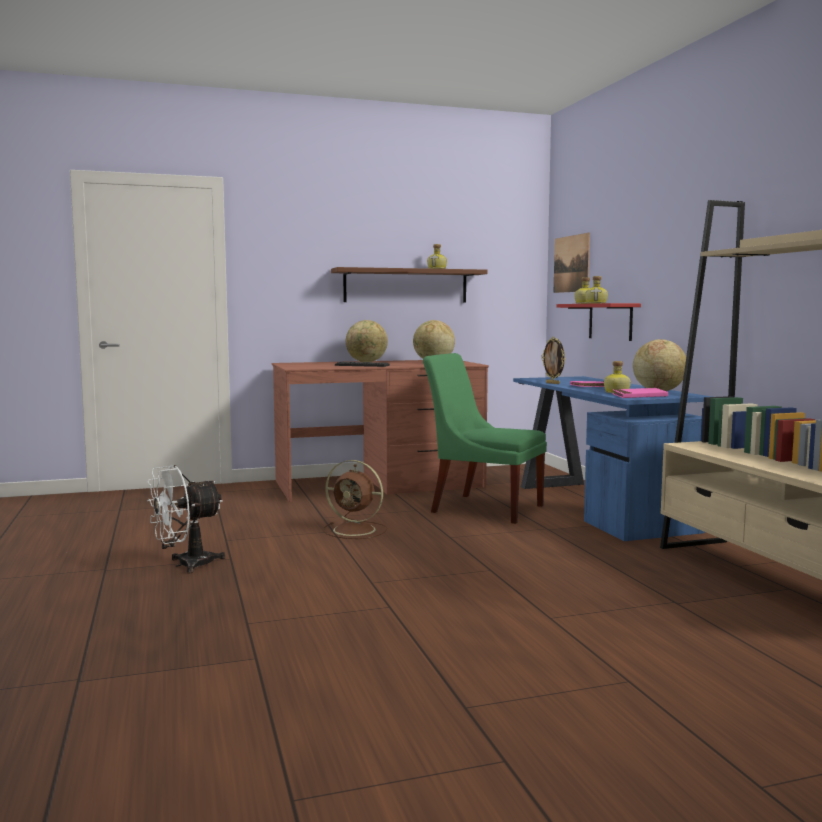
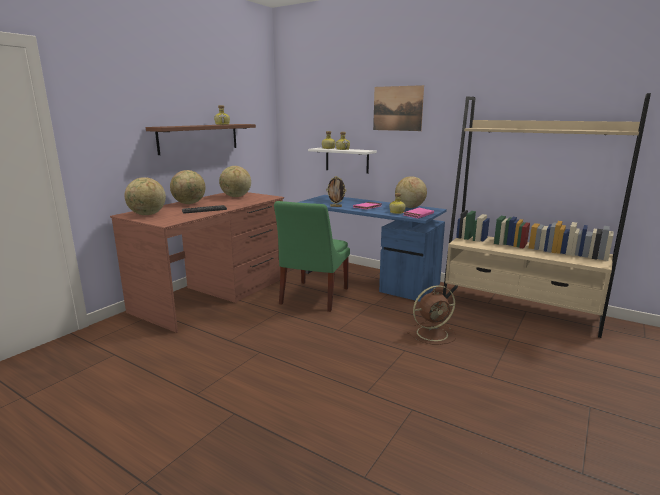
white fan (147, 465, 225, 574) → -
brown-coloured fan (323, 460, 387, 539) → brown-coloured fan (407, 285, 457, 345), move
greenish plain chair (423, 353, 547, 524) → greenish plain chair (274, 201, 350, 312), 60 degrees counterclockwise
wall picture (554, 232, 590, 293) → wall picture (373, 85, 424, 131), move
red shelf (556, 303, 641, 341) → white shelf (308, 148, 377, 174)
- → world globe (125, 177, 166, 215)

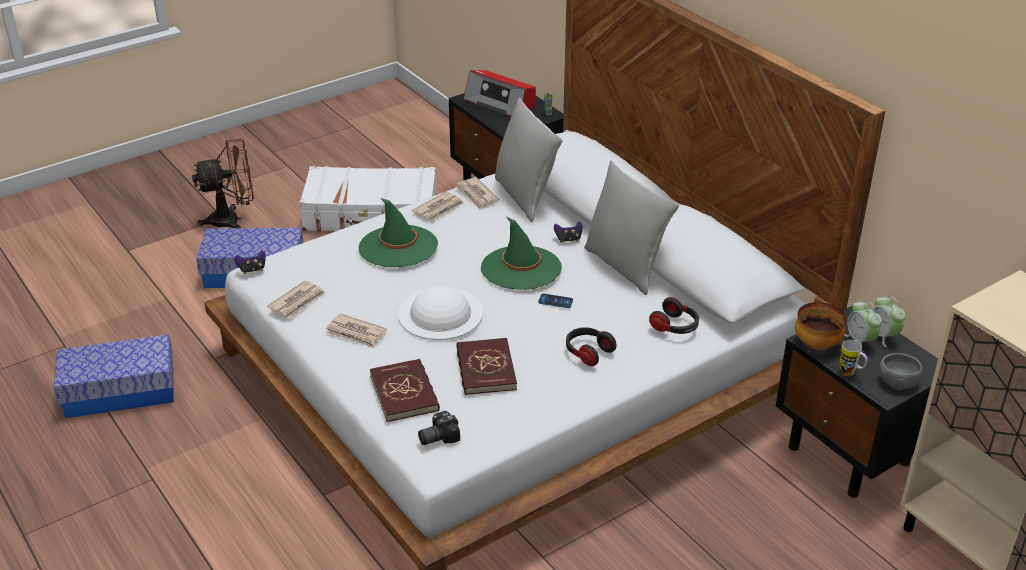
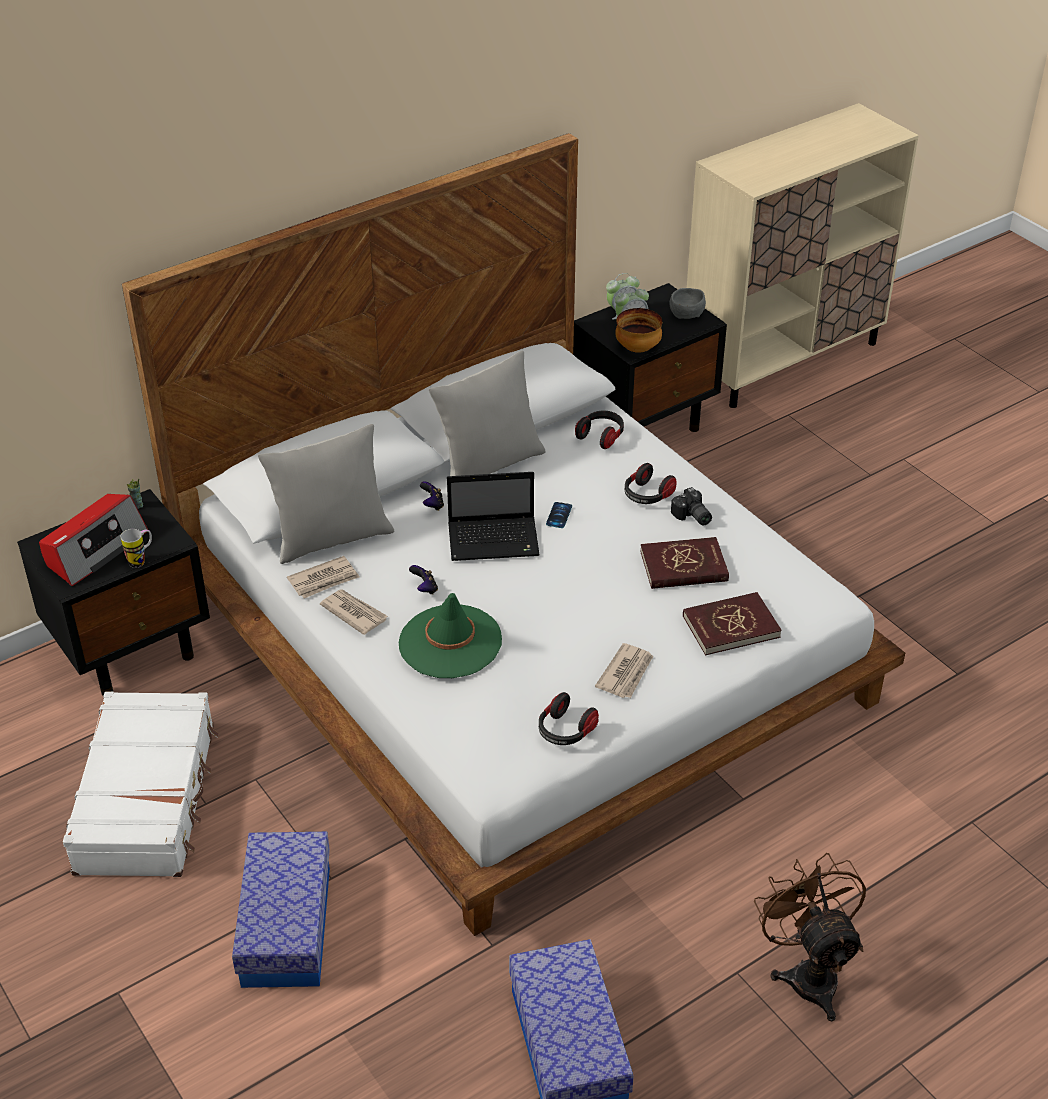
brown-coloured fan (192, 139, 254, 228) → brown-coloured fan (754, 853, 866, 1021), move
joypad (235, 250, 266, 274) → joypad (409, 565, 438, 595), move
printed paper (267, 281, 325, 318) → headset (539, 692, 599, 745)
white wearable hat (398, 285, 483, 340) → -
photo camera (418, 411, 460, 445) → photo camera (671, 487, 712, 525), move
greenish wearable hat (481, 217, 562, 290) → portable computer (447, 472, 540, 561)
coffee mug (840, 340, 868, 376) → coffee mug (121, 529, 152, 568), move

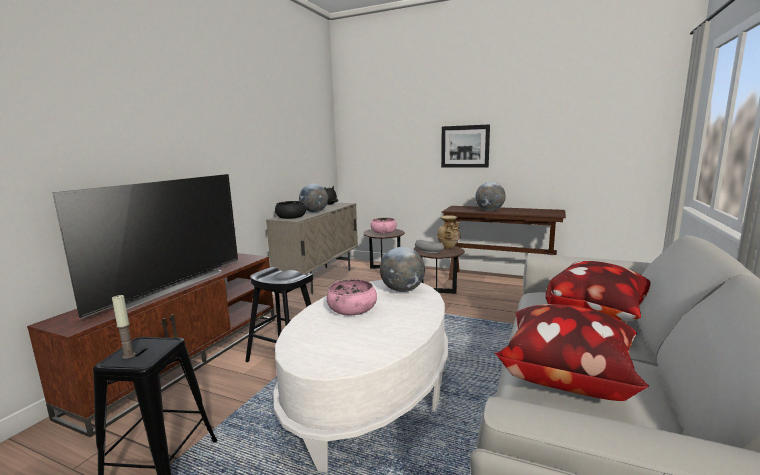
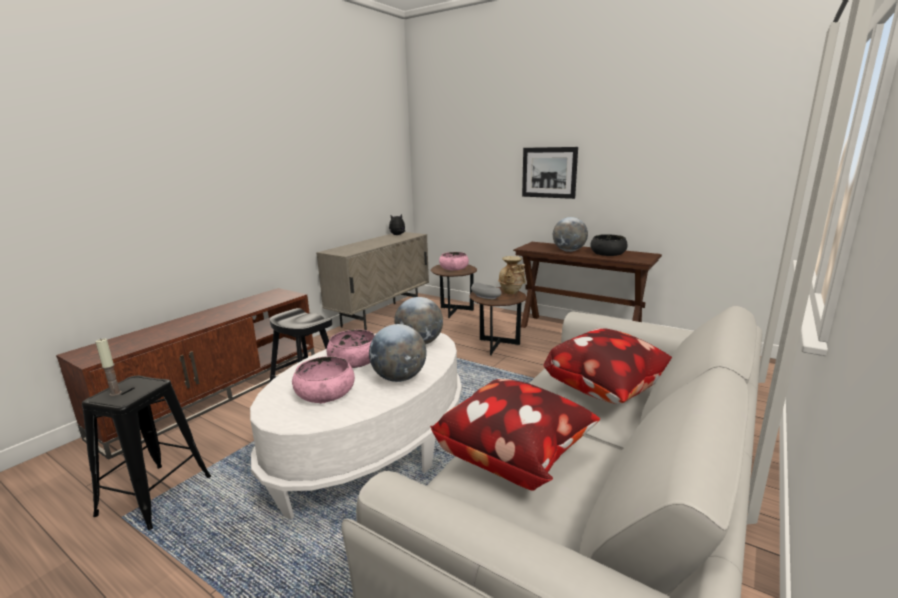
TV (53, 174, 238, 319) → -
black deep dish (275, 201, 306, 219) → black deep dish (590, 234, 628, 256), move
world globe (299, 184, 328, 213) → world globe (369, 324, 427, 382), move
- → pink deep dish (292, 356, 355, 404)

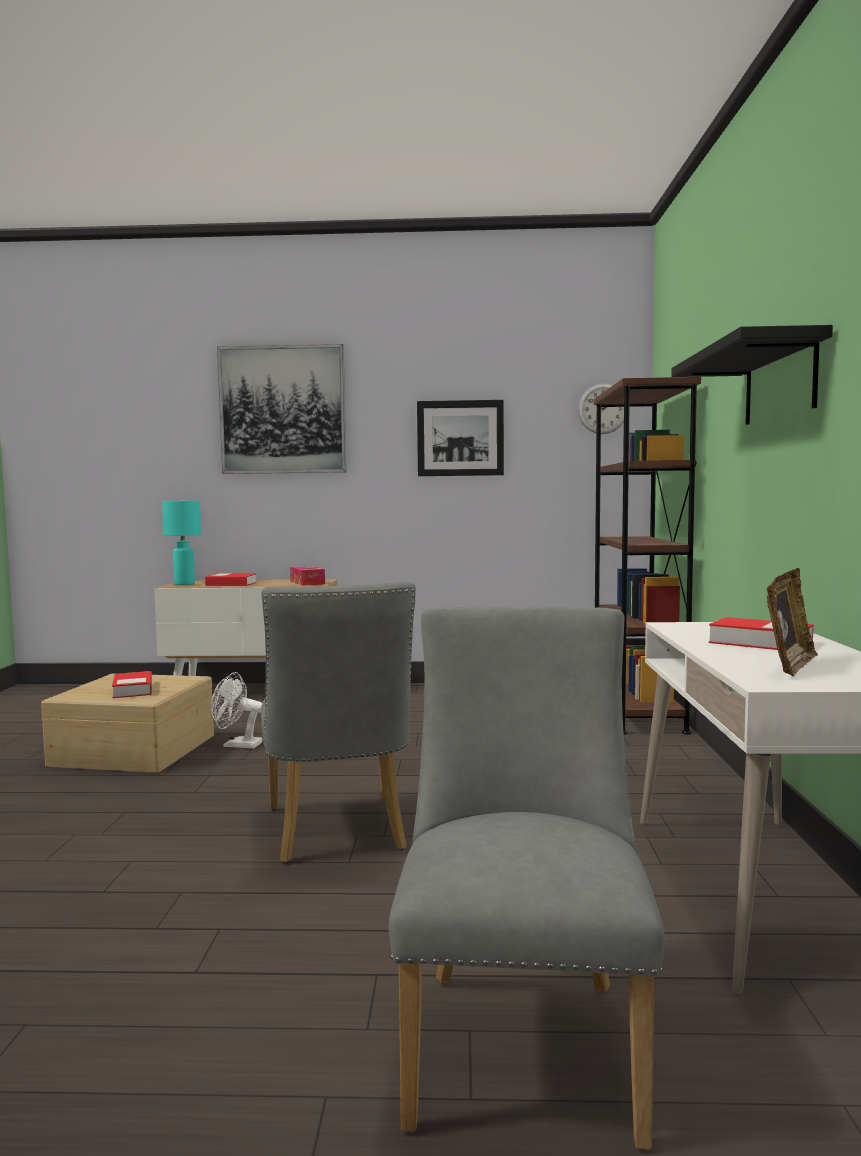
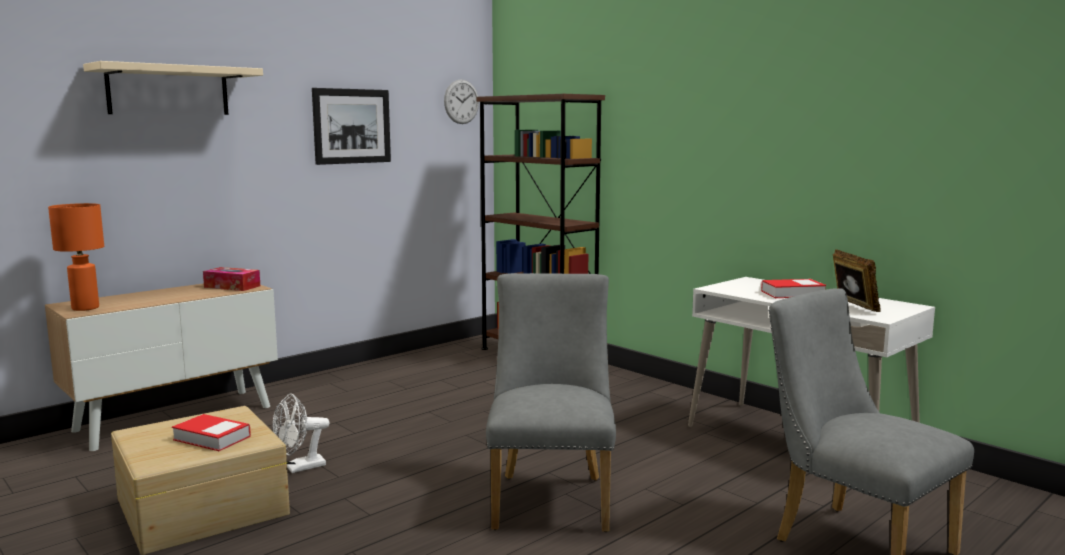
turquoise-coloured table lamp (162, 501, 201, 585) → orange-coloured table lamp (48, 203, 104, 311)
volume (205, 573, 256, 586) → -
wall picture (217, 344, 347, 474) → beige-coloured shelf (83, 61, 263, 115)
gray plain chair (261, 582, 416, 863) → gray plain chair (486, 273, 616, 532), 120 degrees counterclockwise
black shelf (671, 325, 833, 425) → -

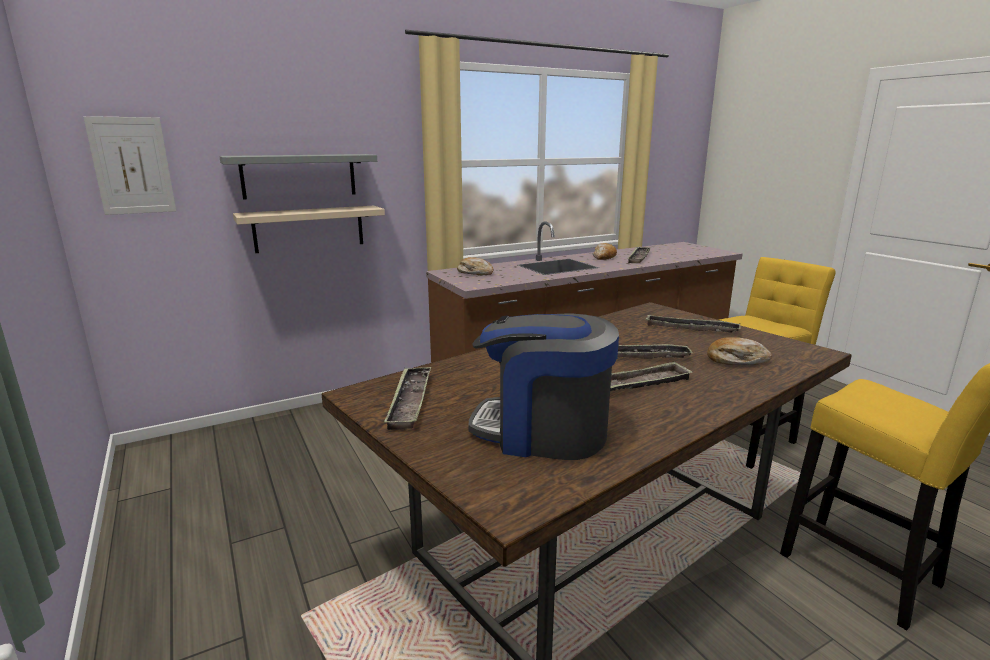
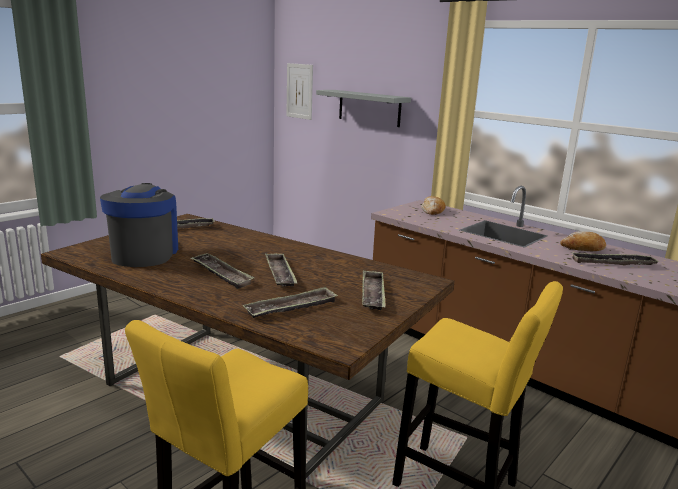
beige-coloured shelf (233, 206, 385, 253) → -
bread (707, 337, 772, 365) → serving tray (243, 286, 338, 318)

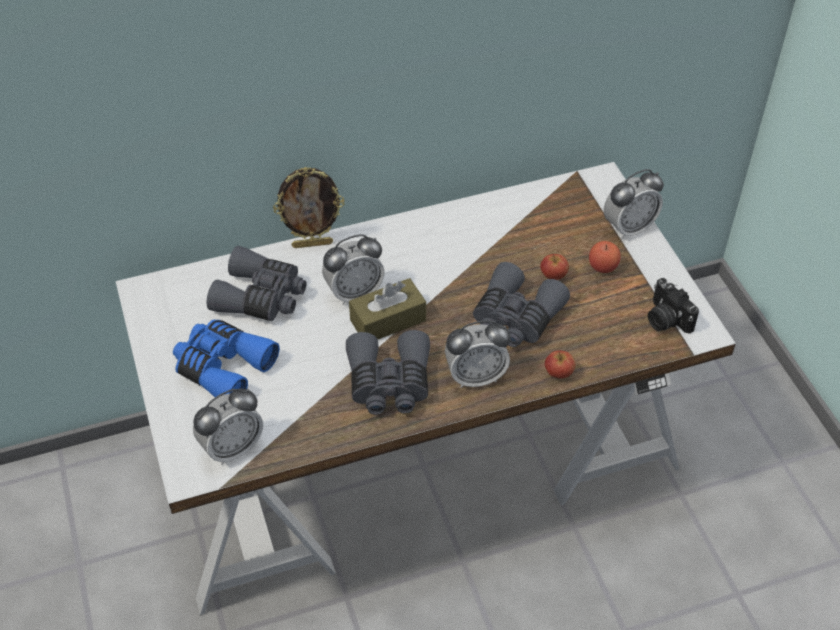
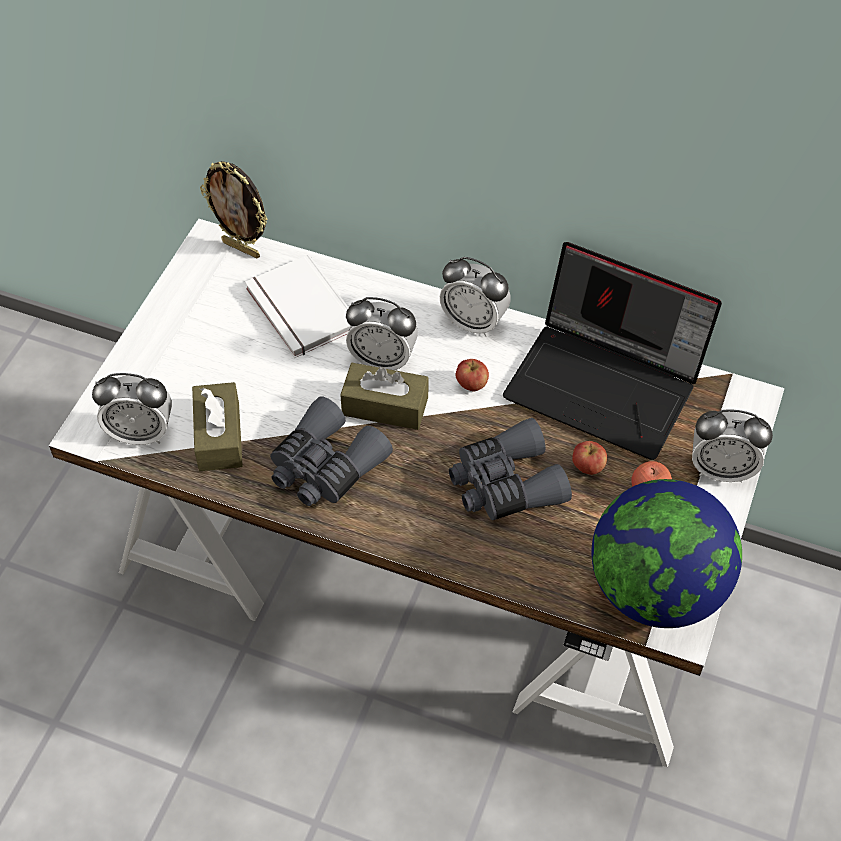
blue-coloured binoculars (173, 320, 280, 397) → -
gray binoculars (206, 246, 307, 321) → white volume (245, 254, 351, 358)
photo frame (273, 167, 345, 248) → photo frame (200, 161, 268, 258), move
table clock (445, 320, 511, 388) → table clock (440, 257, 511, 337), move
apple fruit (545, 350, 576, 379) → apple fruit (456, 359, 489, 392), move
photo camera (648, 278, 699, 334) → world globe (591, 479, 742, 628)
- → brown-coloured tissue holder (192, 382, 243, 471)
- → portable computer (503, 242, 722, 460)

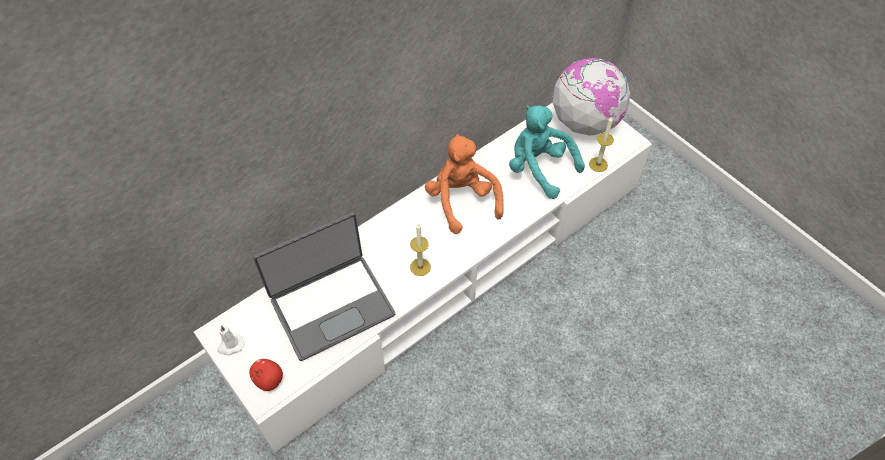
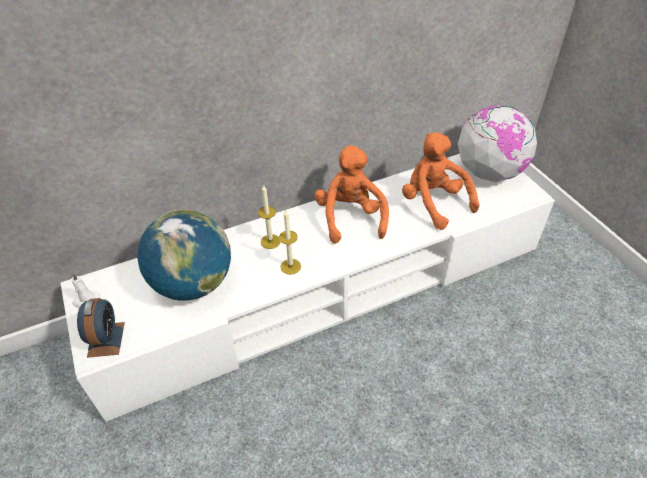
apple fruit (249, 359, 283, 391) → table clock (77, 298, 125, 358)
portable computer (253, 212, 395, 361) → world globe (137, 209, 231, 301)
turquoise-coloured soft toy (509, 105, 585, 199) → orange-coloured soft toy (402, 132, 480, 230)
wax light (589, 117, 614, 172) → wax light (258, 184, 281, 249), move

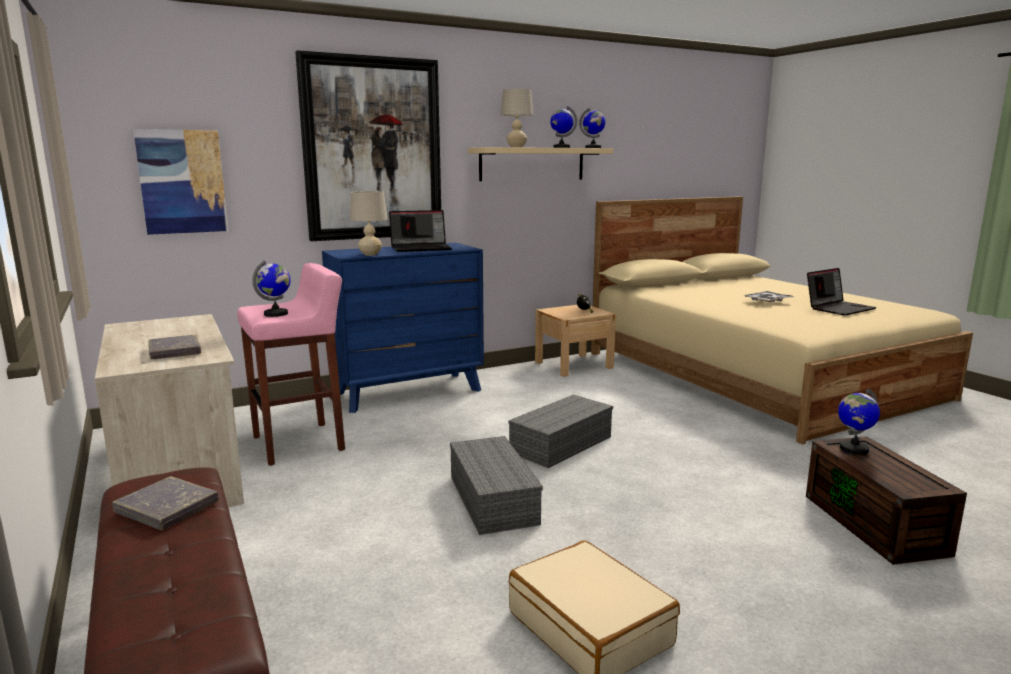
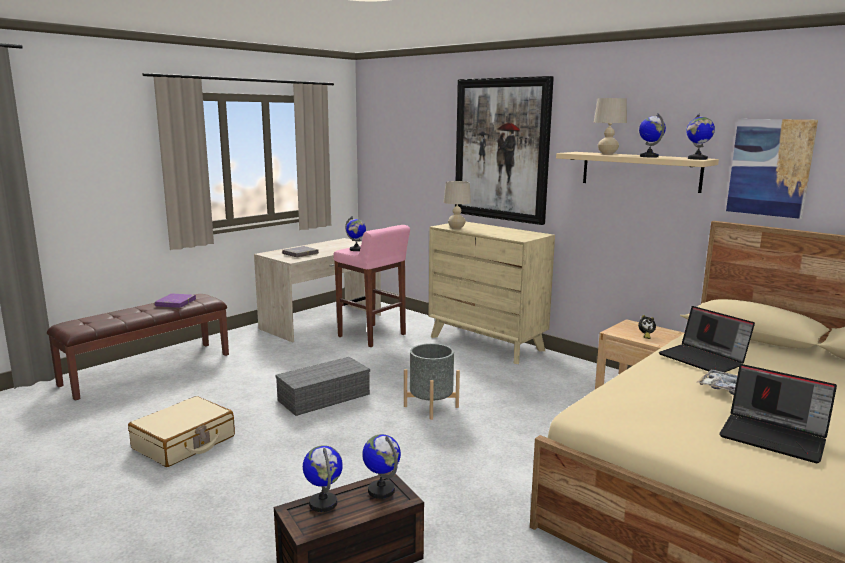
gray volume (112, 476, 219, 530) → purple-coloured volume (155, 294, 196, 308)
wall picture (133, 129, 228, 235) → wall picture (726, 119, 818, 219), move
blue-coloured drawer chest (322, 243, 484, 413) → beige-coloured drawer chest (429, 222, 555, 364)
portable computer (389, 210, 452, 252) → portable computer (659, 306, 755, 372), move
gray storage container (508, 395, 613, 468) → gray plant pot (404, 343, 460, 420)
- → world globe (303, 445, 343, 512)

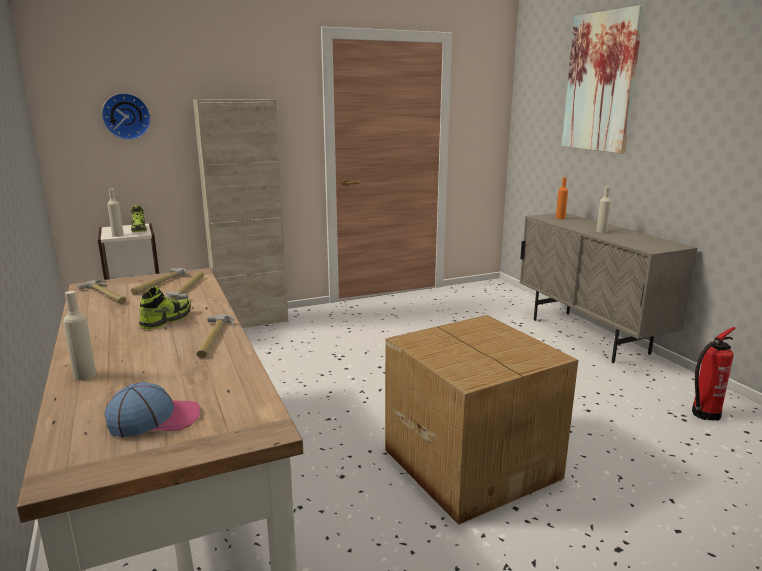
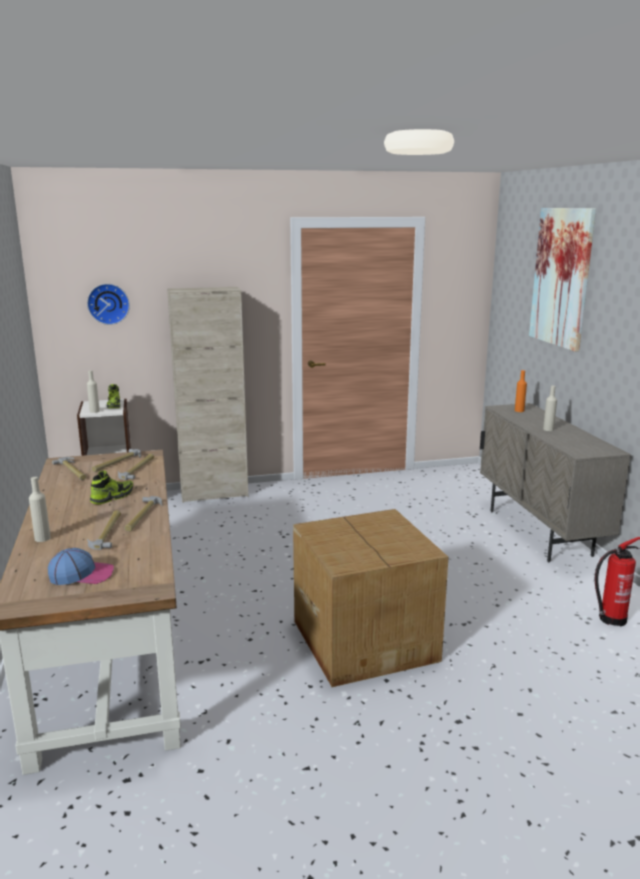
- → tool hammer (87, 510, 121, 550)

